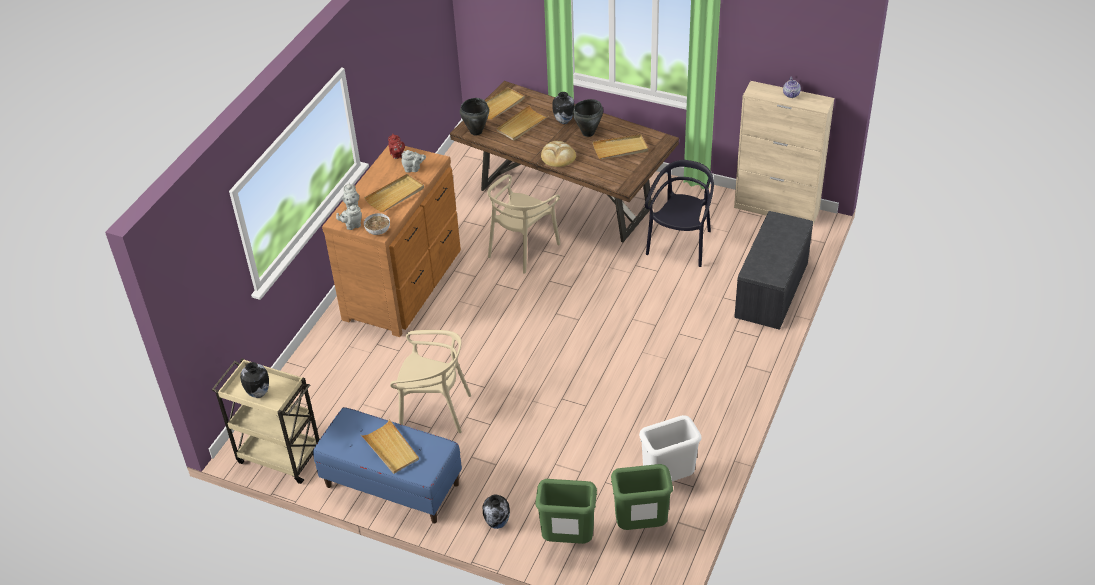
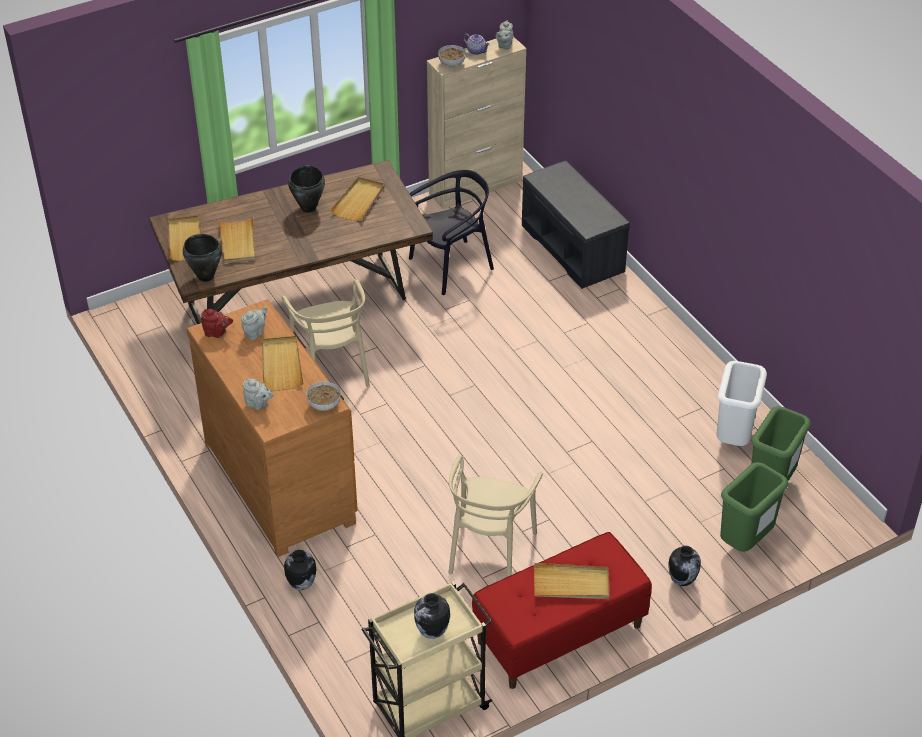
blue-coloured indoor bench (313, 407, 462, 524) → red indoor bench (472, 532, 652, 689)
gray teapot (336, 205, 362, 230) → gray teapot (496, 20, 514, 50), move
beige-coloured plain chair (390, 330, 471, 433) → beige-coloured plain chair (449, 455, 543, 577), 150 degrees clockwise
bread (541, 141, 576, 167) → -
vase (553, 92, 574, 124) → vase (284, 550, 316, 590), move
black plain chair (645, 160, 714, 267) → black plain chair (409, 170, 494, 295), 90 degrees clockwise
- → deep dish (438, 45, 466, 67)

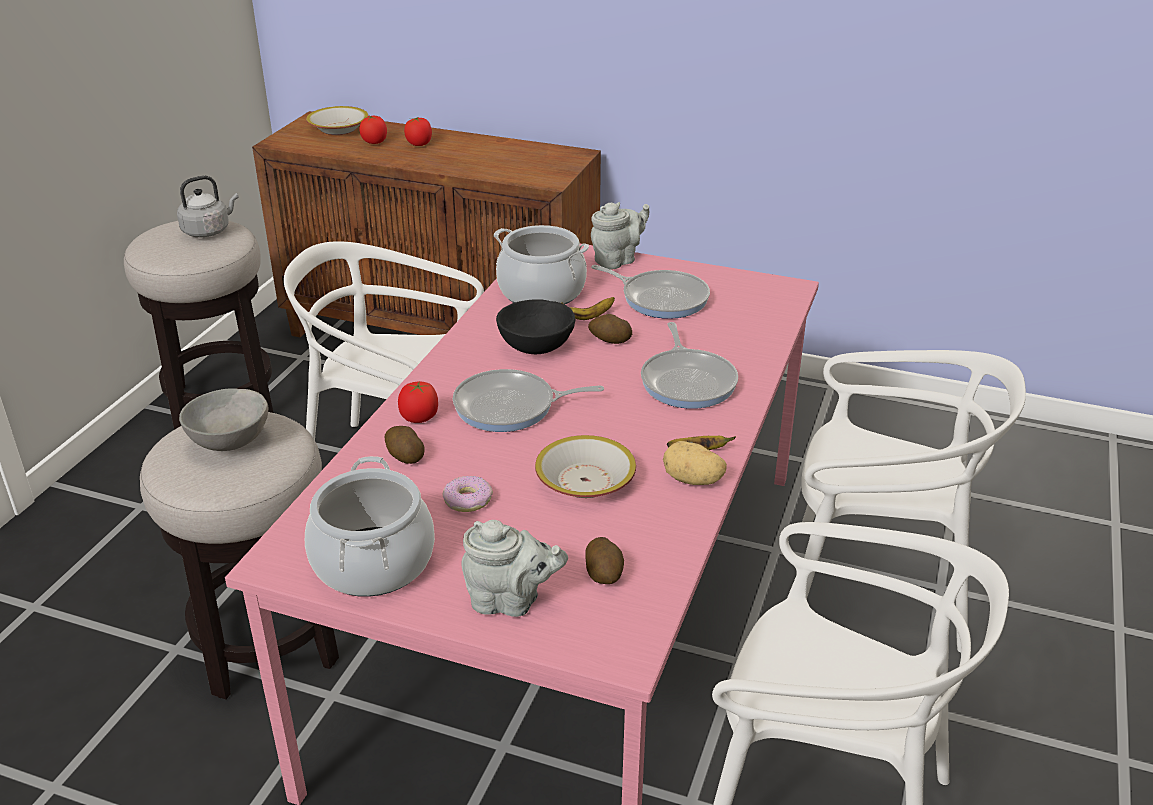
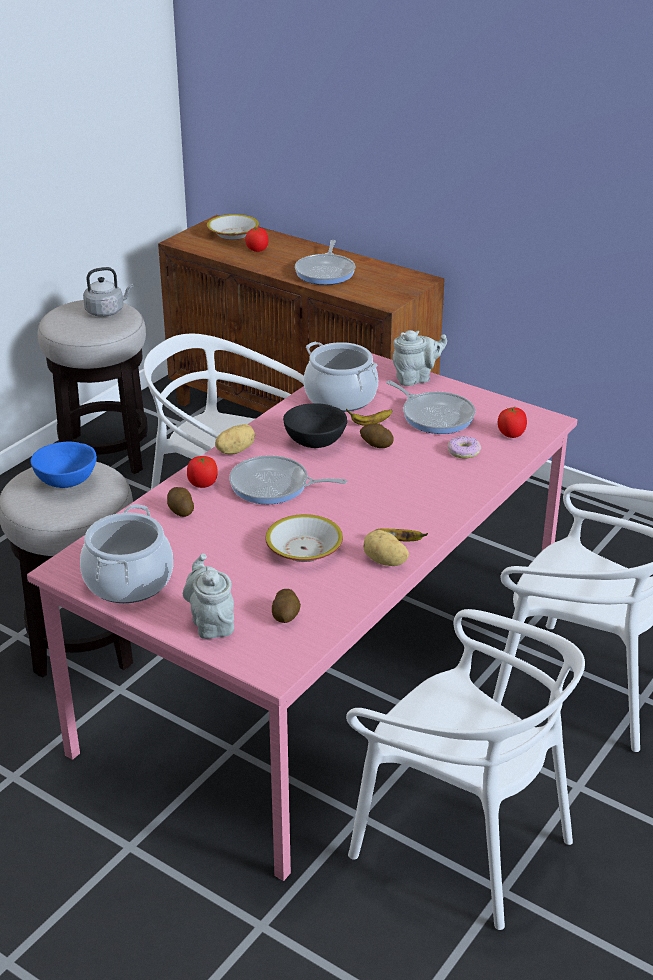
gray deep dish (179, 388, 268, 451) → blue-coloured deep dish (30, 442, 97, 488)
tomato (404, 117, 432, 146) → tomato (498, 407, 527, 438), move
ring doughnut (442, 476, 493, 512) → ring doughnut (447, 436, 481, 459), move
gray teapot (461, 520, 568, 617) → gray teapot (183, 553, 234, 639), 135 degrees counterclockwise
skillet (641, 322, 738, 409) → skillet (295, 240, 355, 285), move
- → spud (215, 424, 255, 454)

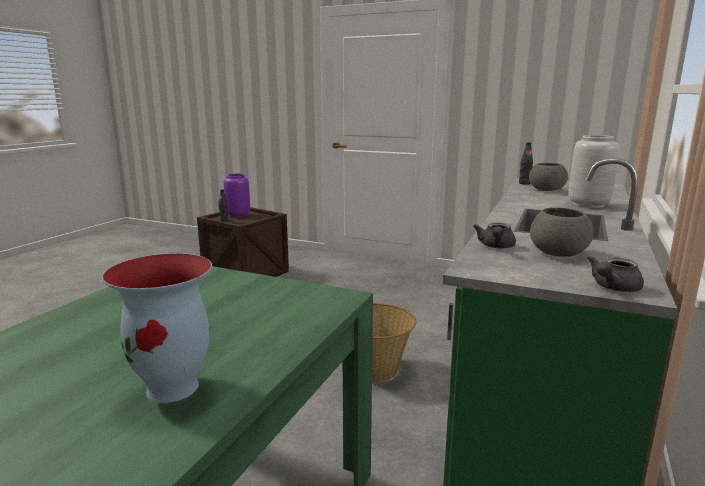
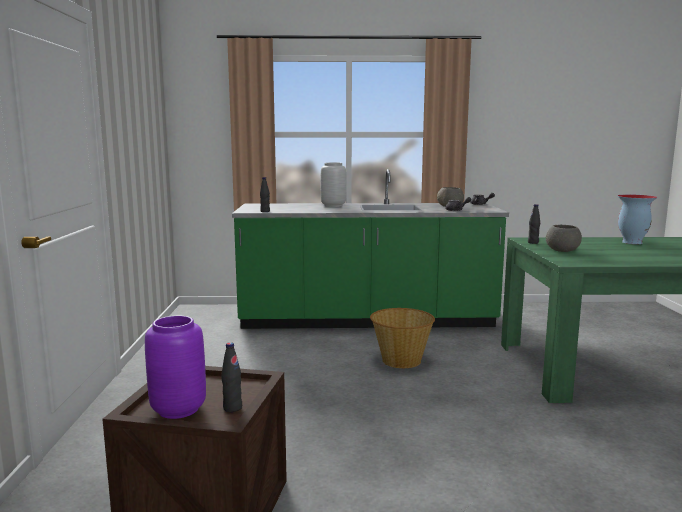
gray deep dish (529, 163, 568, 191) → gray deep dish (546, 225, 582, 252), move
- → black bottle (528, 204, 540, 244)

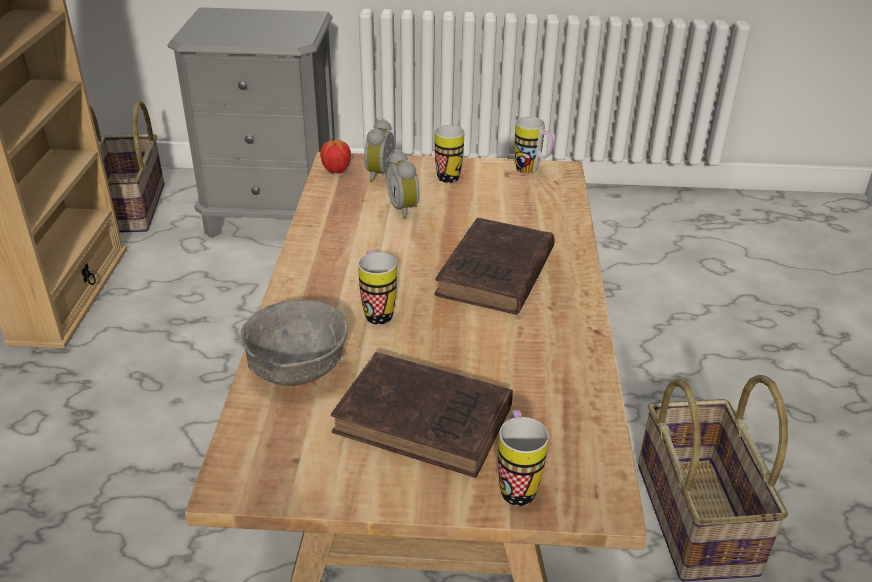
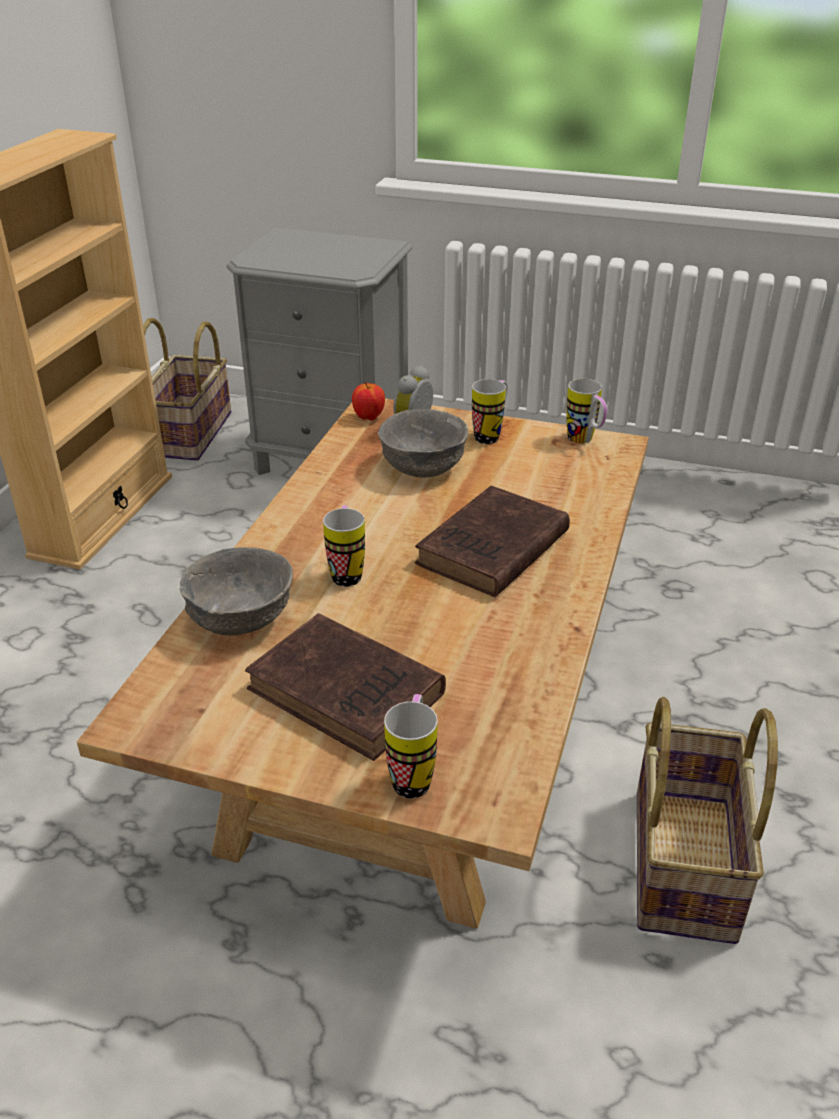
table clock (386, 150, 419, 219) → gray deep dish (378, 409, 468, 478)

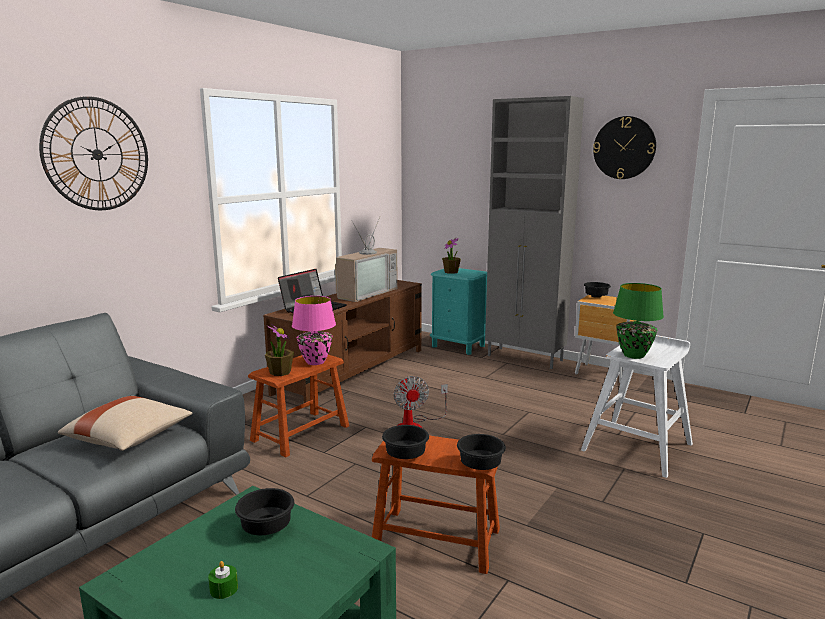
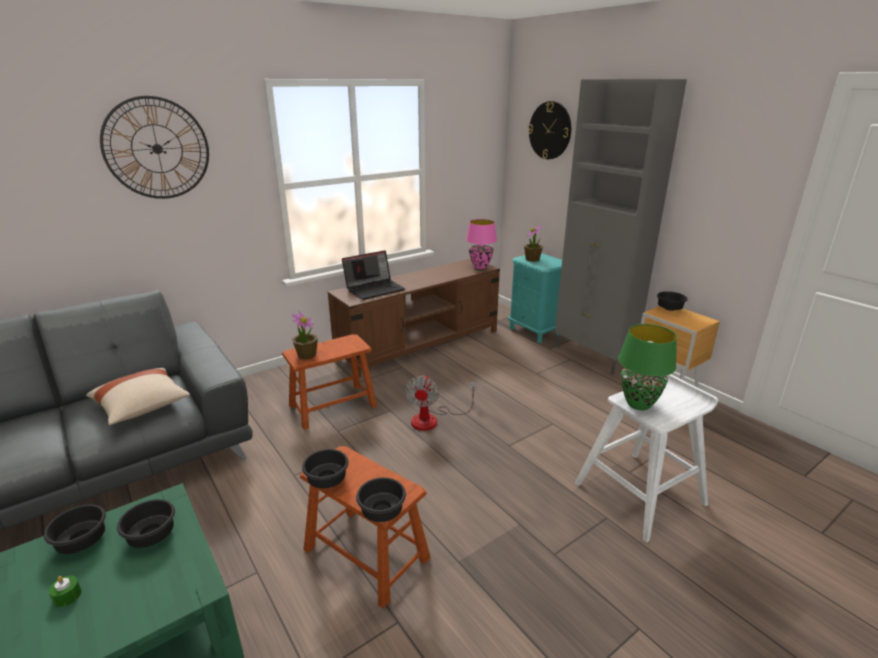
pink table lamp (292, 296, 336, 365) → pink table lamp (466, 219, 497, 269), move
TV (335, 218, 398, 302) → -
wall clock (593, 116, 656, 179) → wall clock (528, 101, 571, 159), move
- → black deep dish (44, 504, 106, 554)

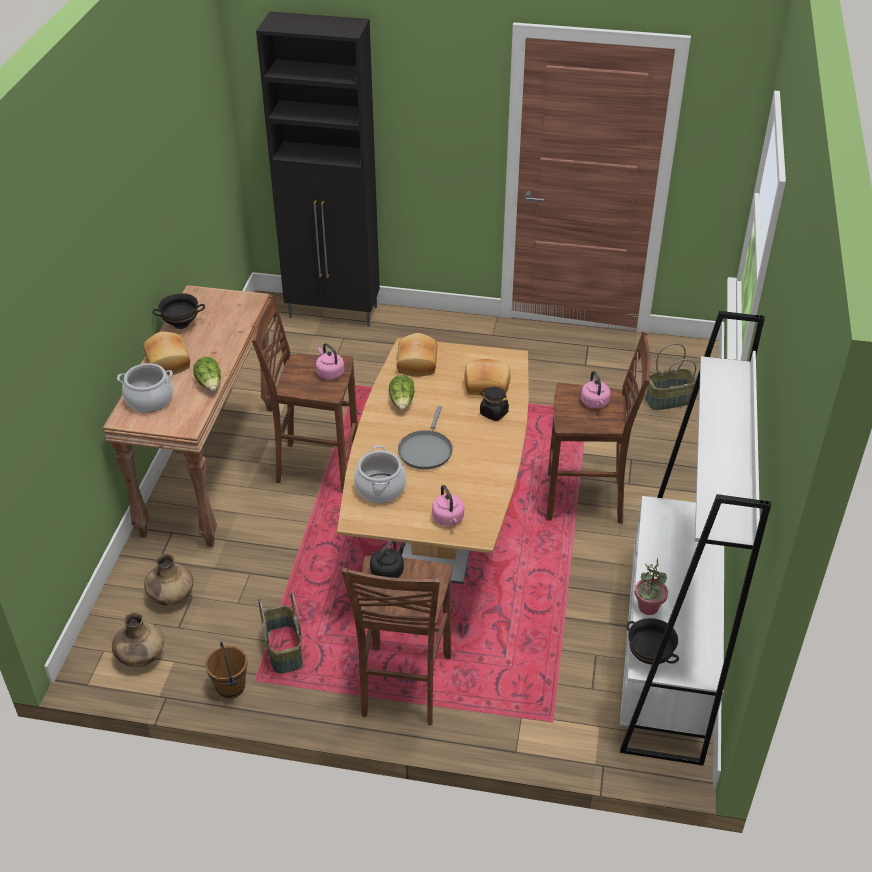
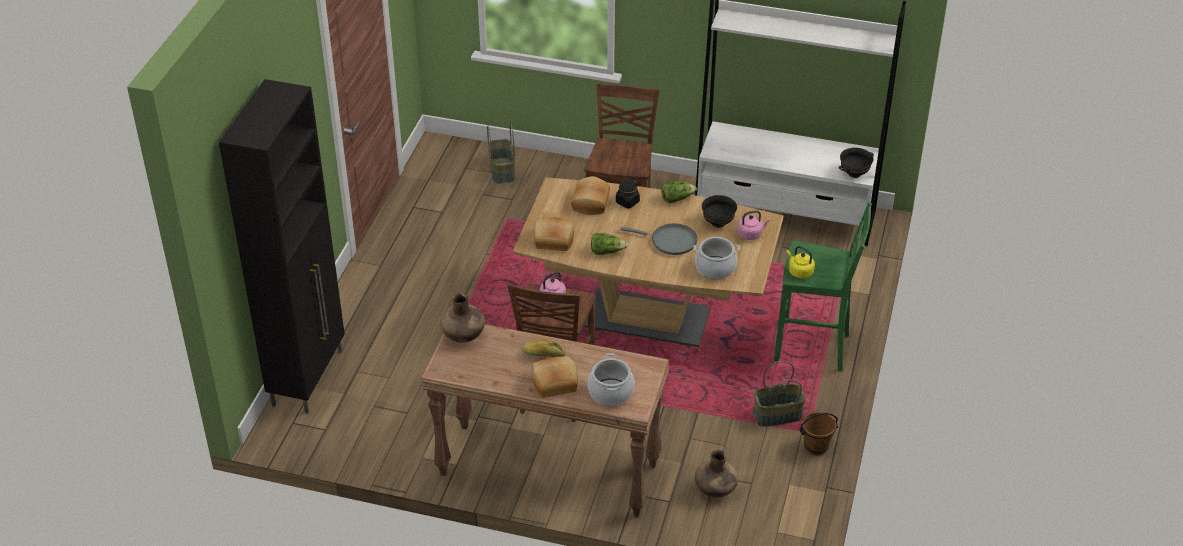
brown-coloured vase (112, 612, 164, 667) → brown-coloured vase (440, 292, 485, 343), move
black deep dish (152, 293, 205, 329) → black deep dish (702, 195, 737, 228), move
lettuce head (193, 357, 221, 391) → lettuce head (661, 181, 697, 203), move
brown-coloured sitting stool (341, 556, 453, 726) → greenish sitting stool (774, 202, 872, 372)
black kettle (370, 540, 406, 578) → yellow kettle (786, 246, 815, 278)
pink kettle (581, 371, 610, 408) → -
houseplant (634, 558, 668, 615) → -
- → bread (523, 339, 565, 357)

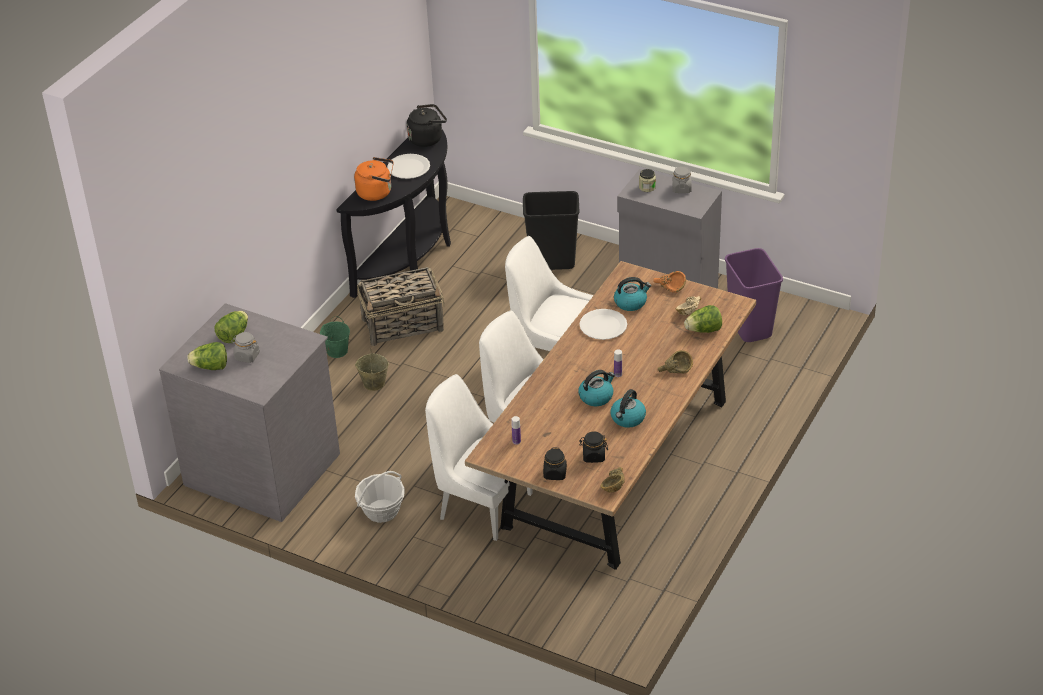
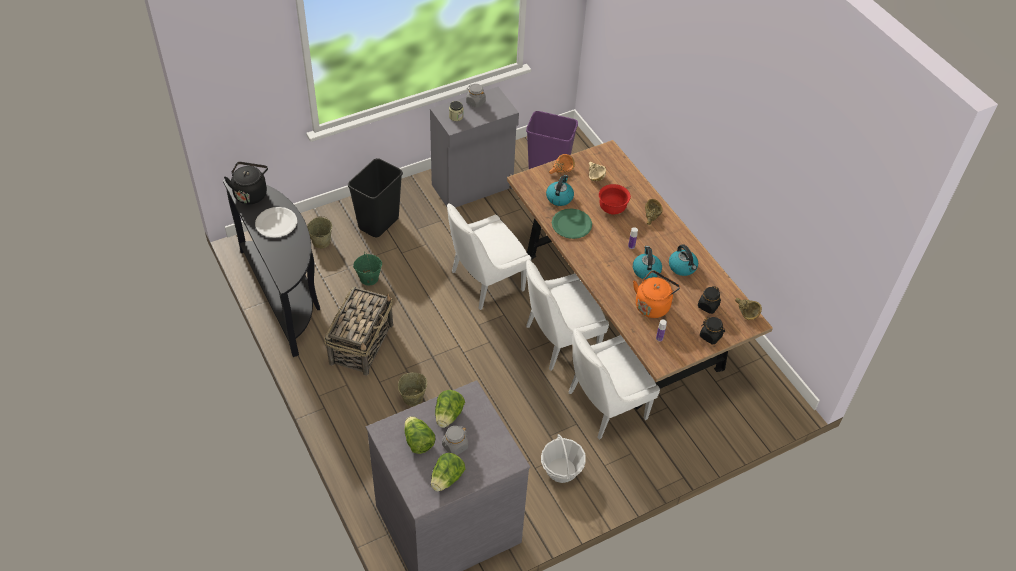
greenish water bucket (320, 316, 350, 358) → greenish water bucket (353, 252, 382, 285), move
orange-coloured kettle (354, 157, 394, 201) → orange-coloured kettle (633, 270, 680, 318), move
white dinner plate (579, 309, 627, 340) → greenish dinner plate (552, 209, 592, 239)
lettuce head (684, 305, 722, 333) → lettuce head (435, 390, 465, 428), move
- → beige-coloured water bucket (307, 216, 332, 248)
- → red deep dish (599, 184, 631, 214)

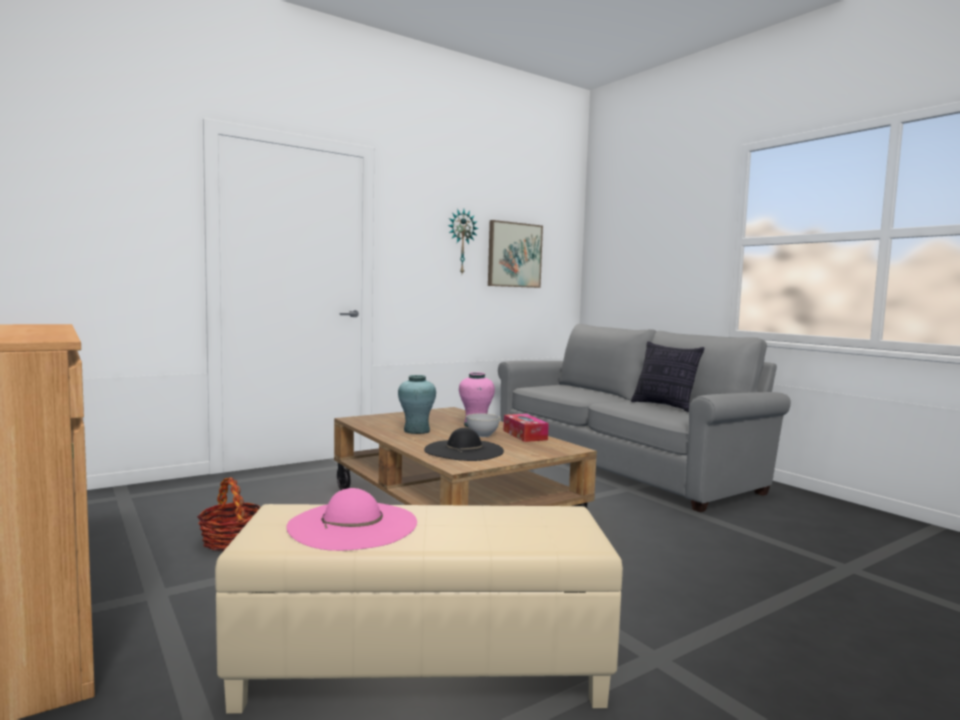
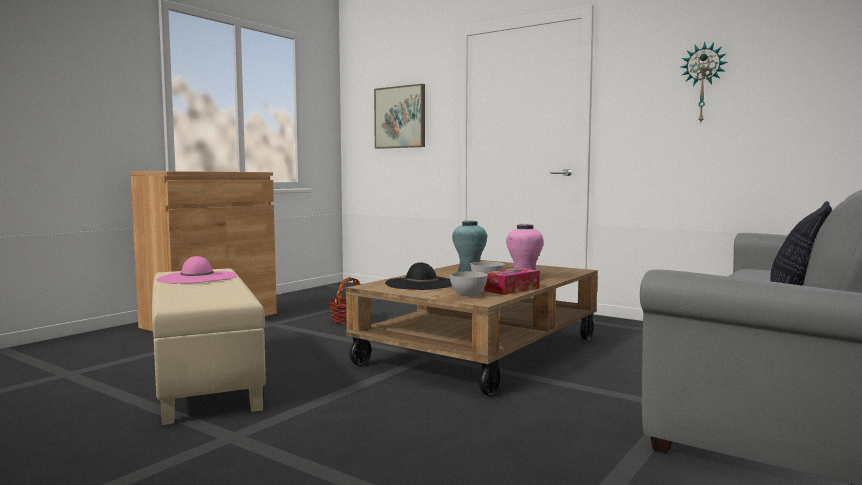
wall picture (488, 220, 543, 288) → wall picture (374, 84, 425, 149), move
- → gray deep dish (449, 272, 488, 297)

